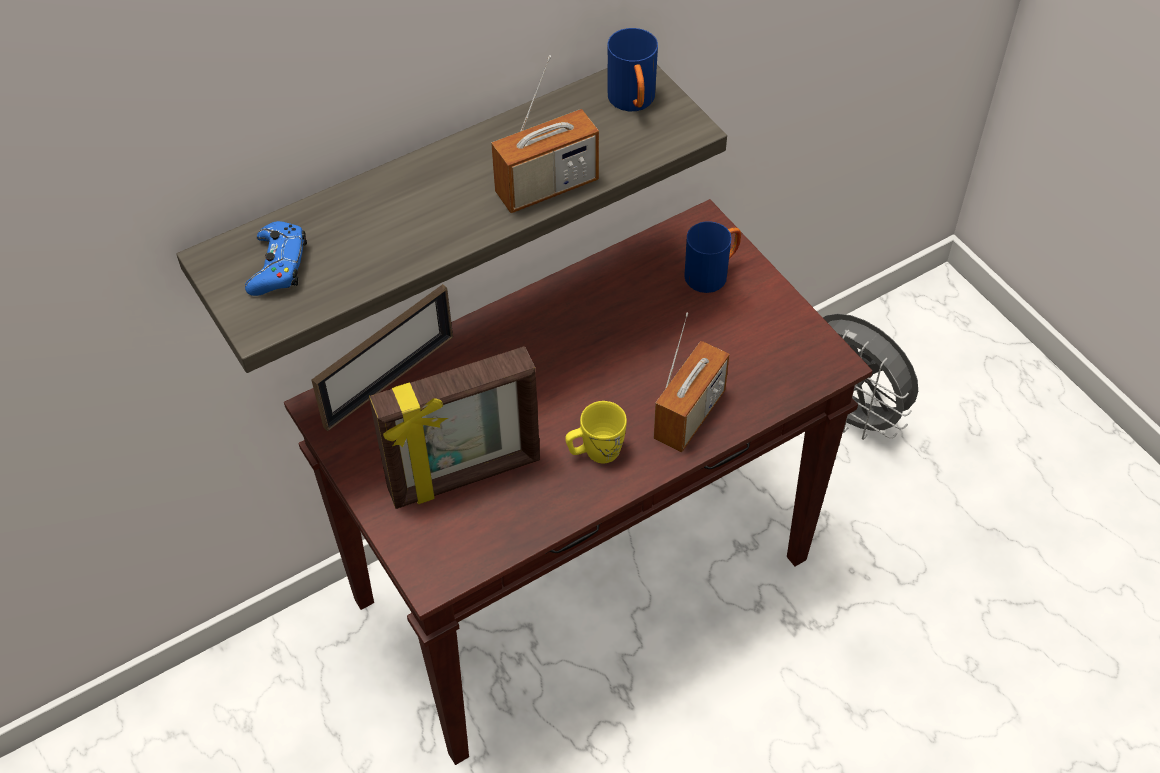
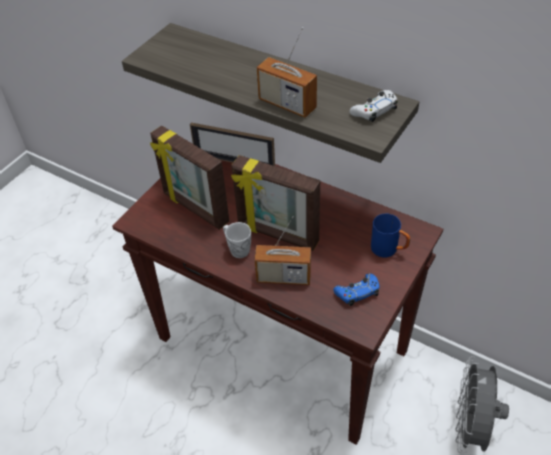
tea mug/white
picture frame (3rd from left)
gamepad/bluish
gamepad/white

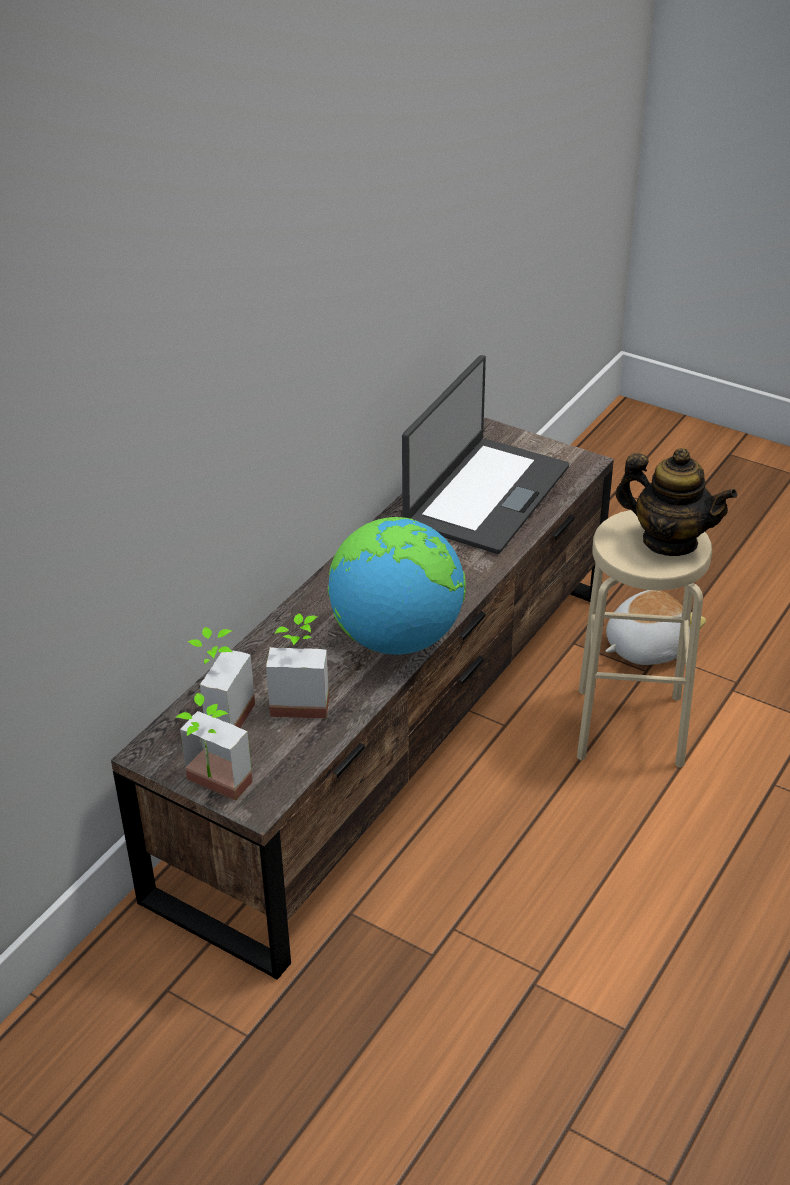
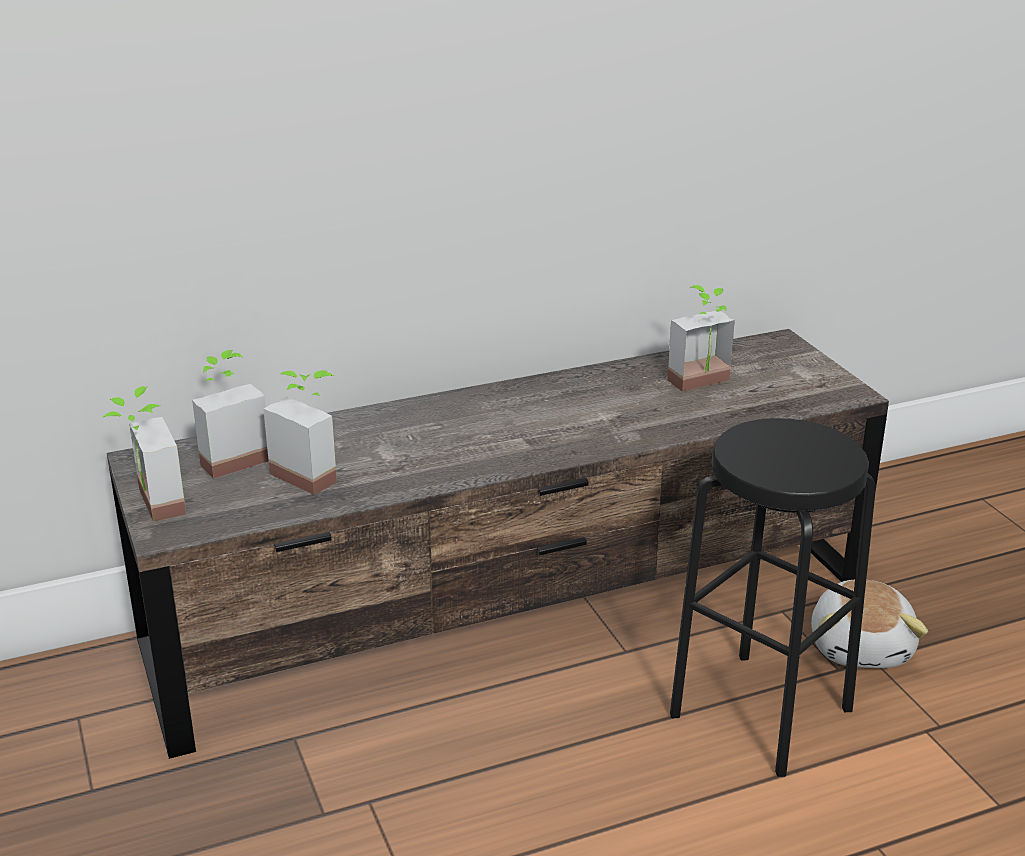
houseplant (4th from left)
stool seat/black-coloured
cuddly toy
globe
tea pot

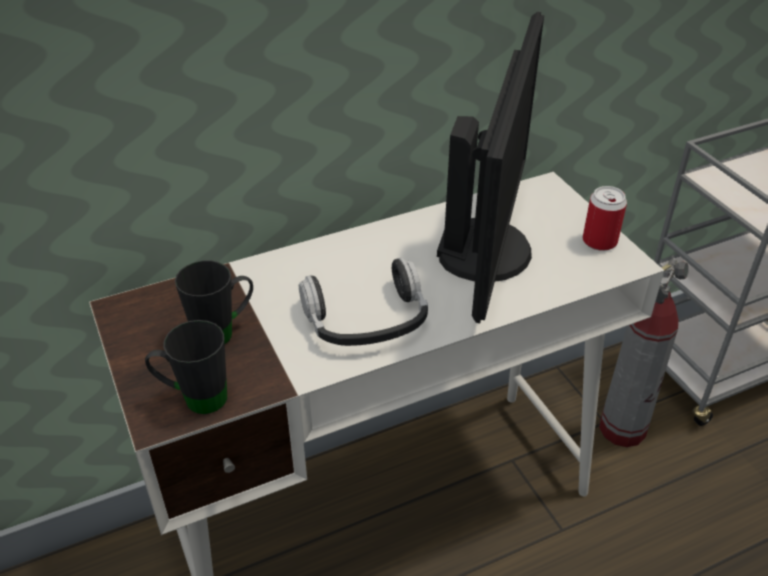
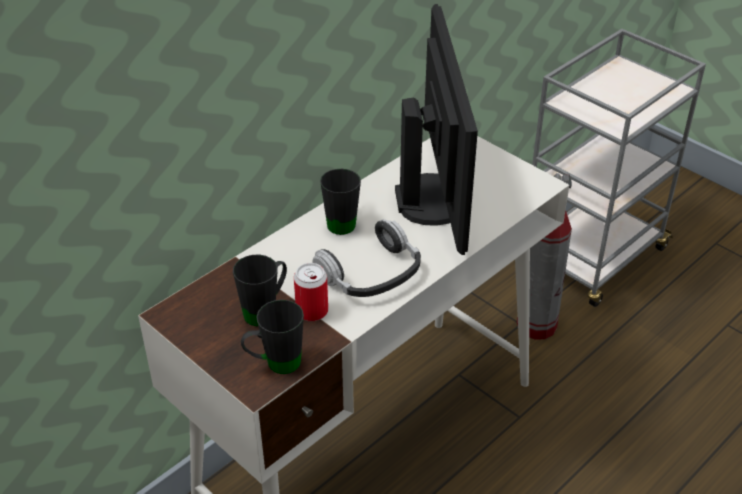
sealed can
tea mug/black-coloured (3rd from left)

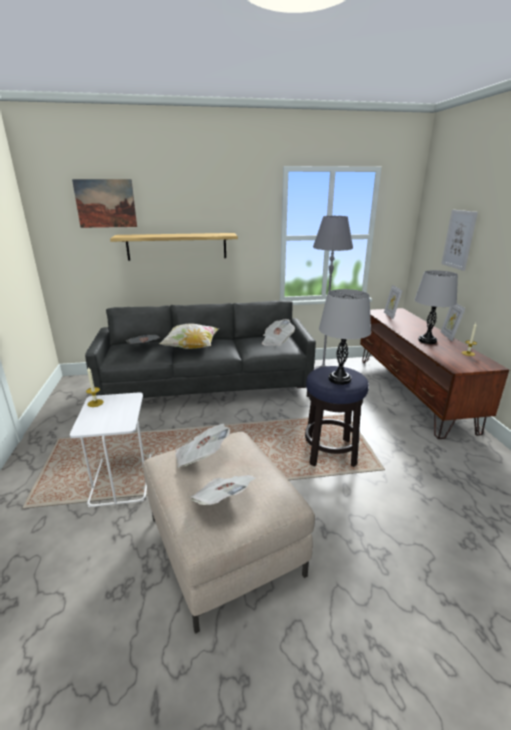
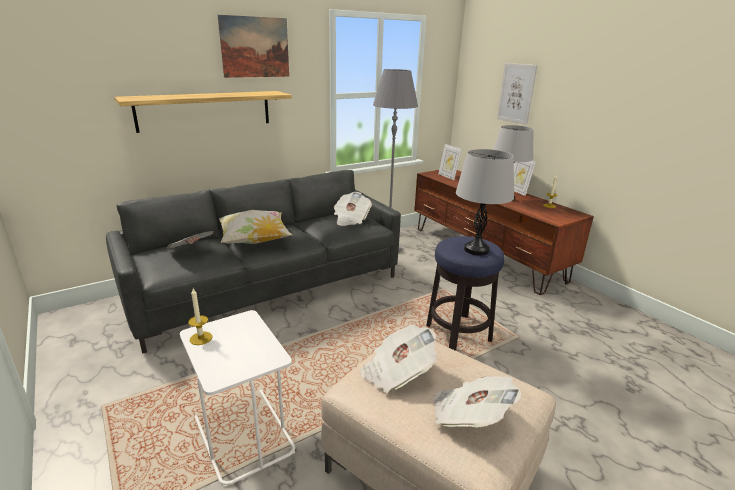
wall art (1st from left)

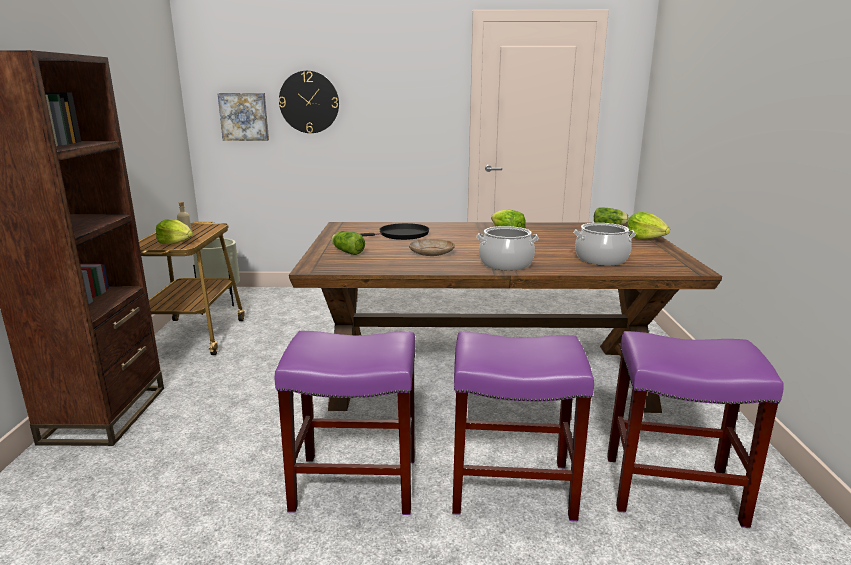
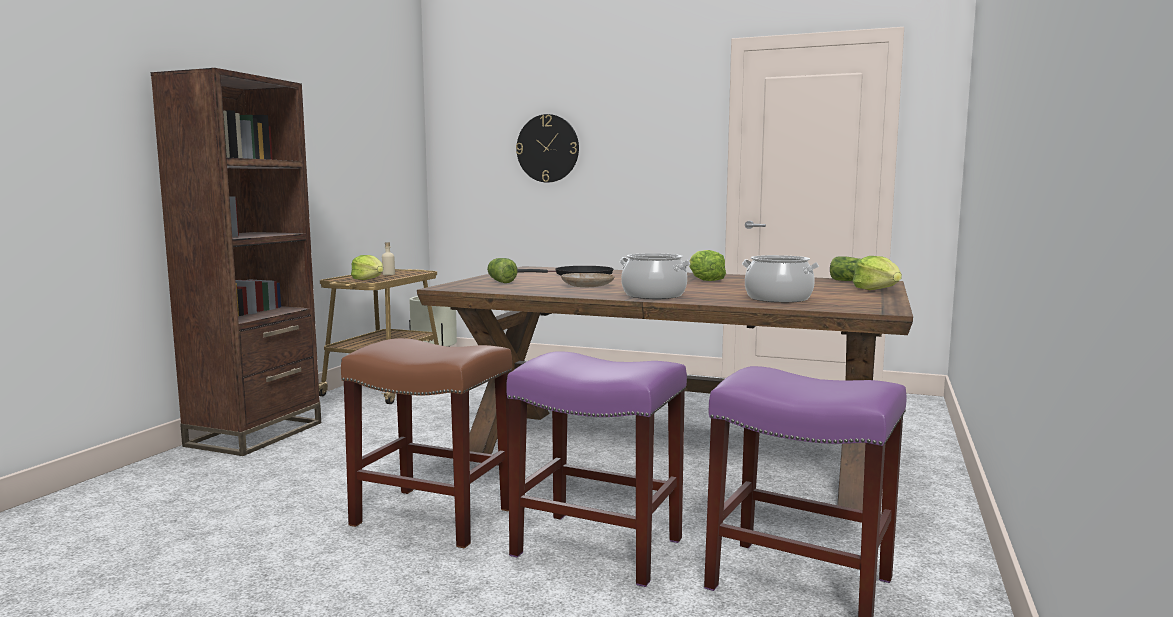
stool seat/brownish
wall art

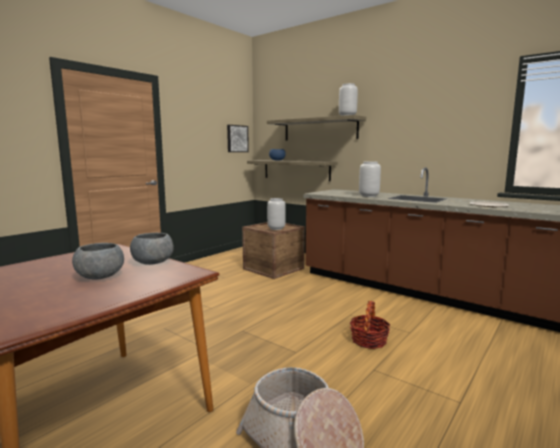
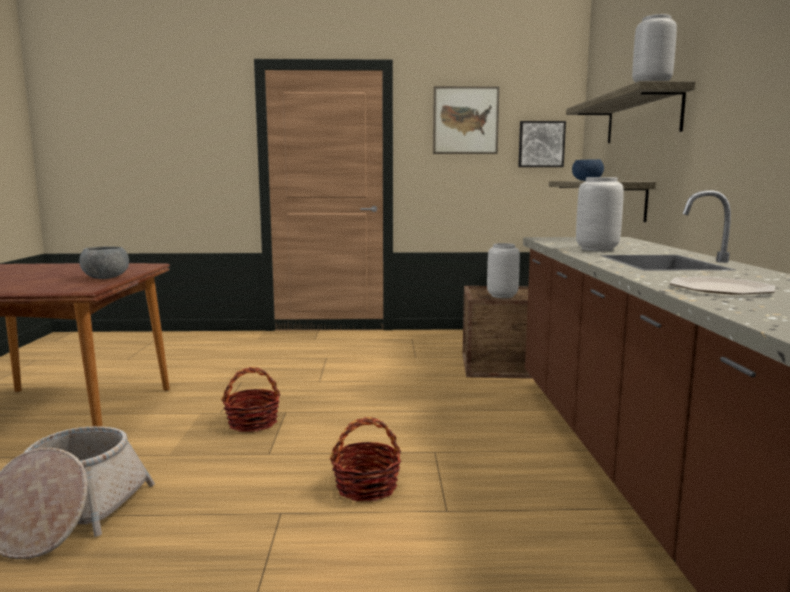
basket (2nd from left)
wall art (1st from left)
serving bowl/gray (1st from left in the first image)

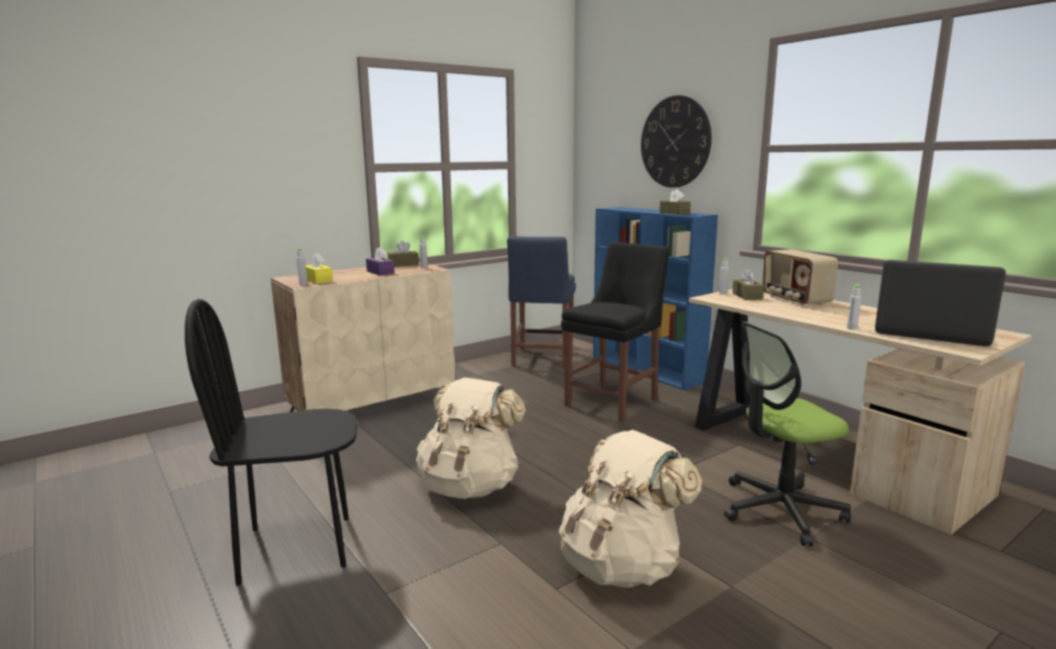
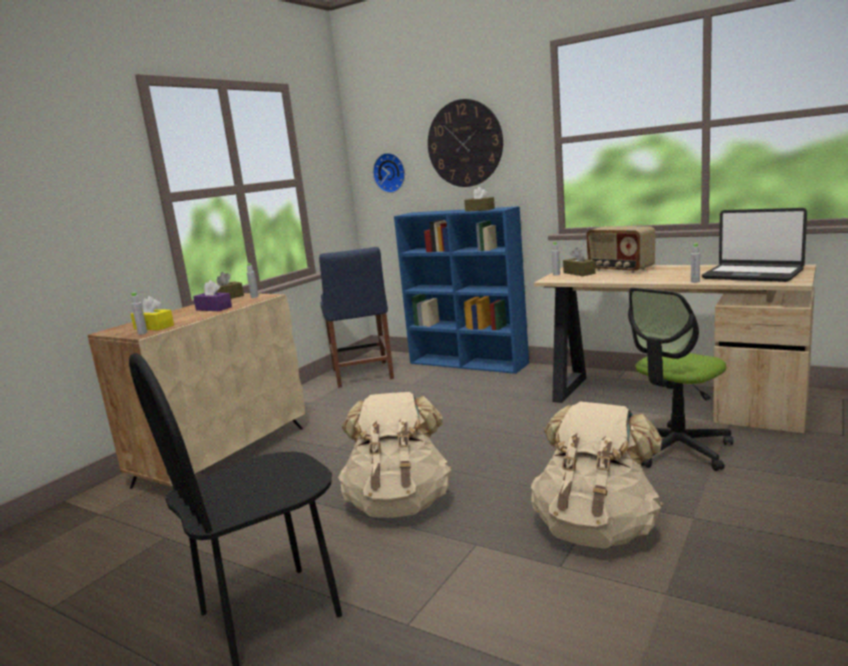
wall clock (1st from left)
notebook computer
chair/black-coloured (2nd from left in the first image)

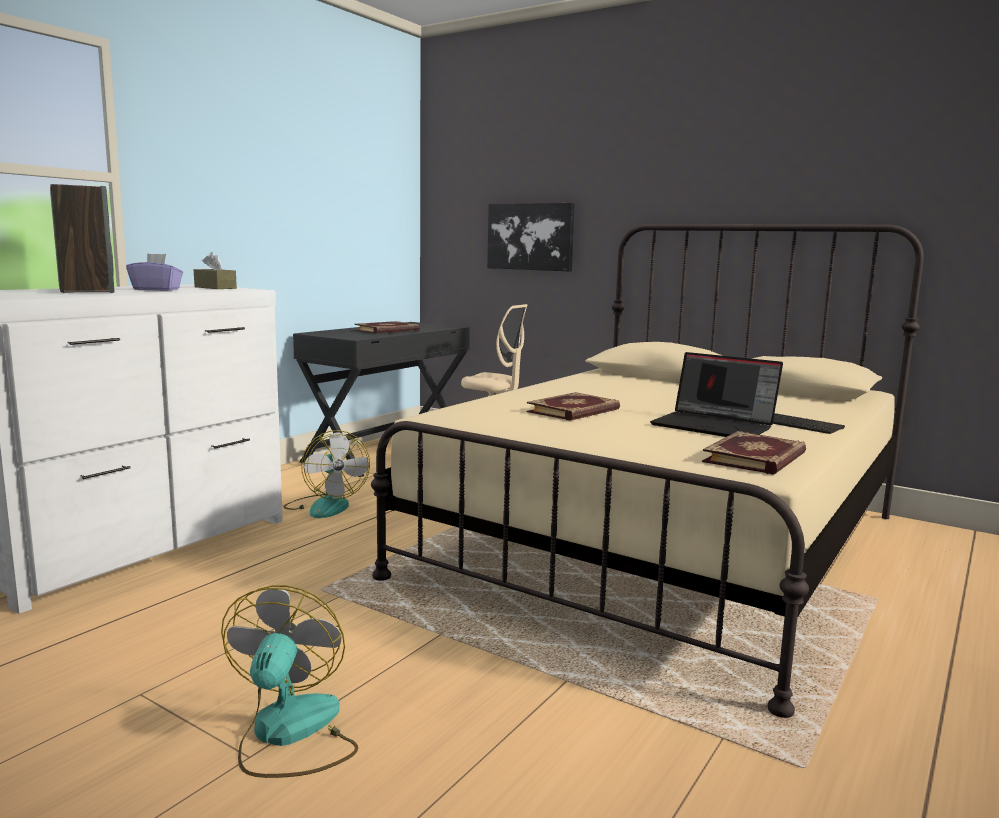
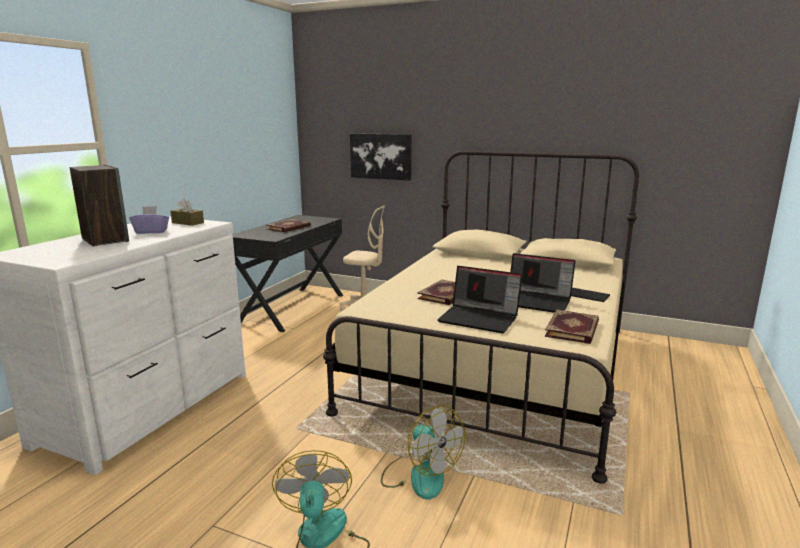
electric fan (2nd from left)
notebook computer (1st from left)

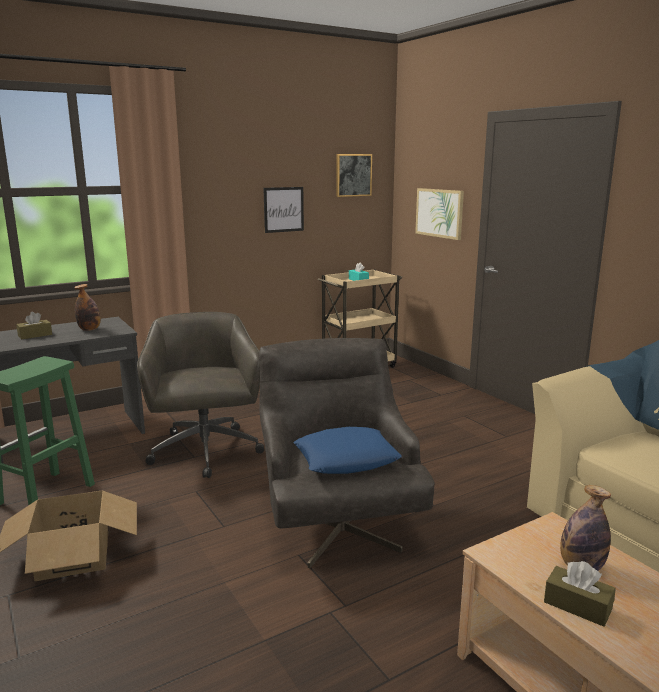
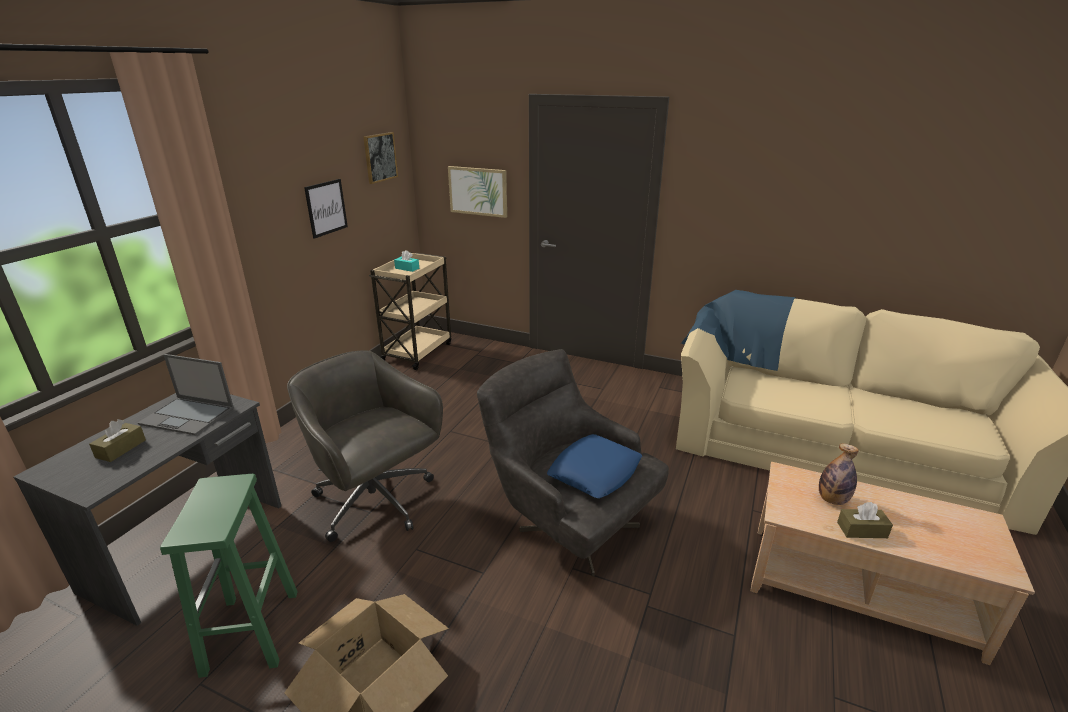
notebook computer

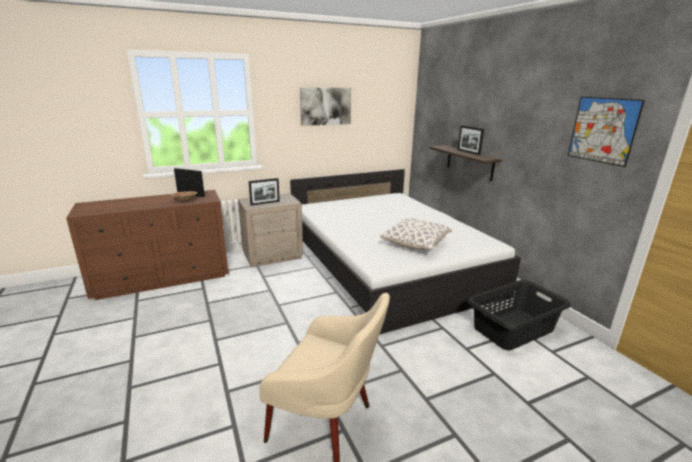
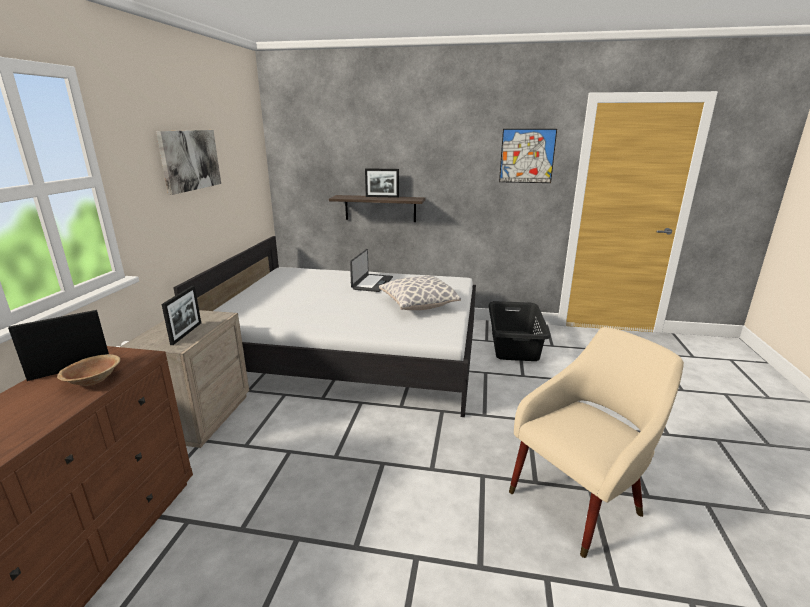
notebook computer

